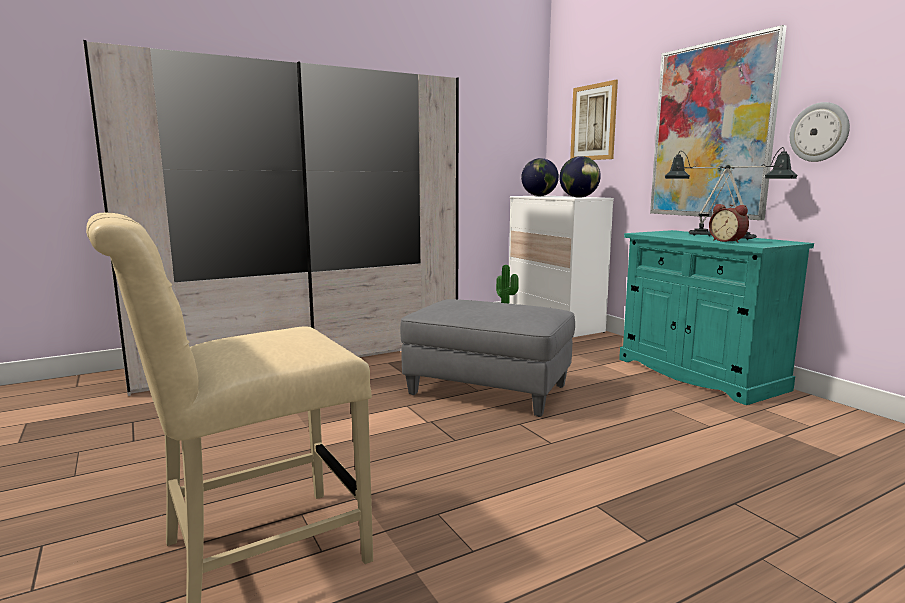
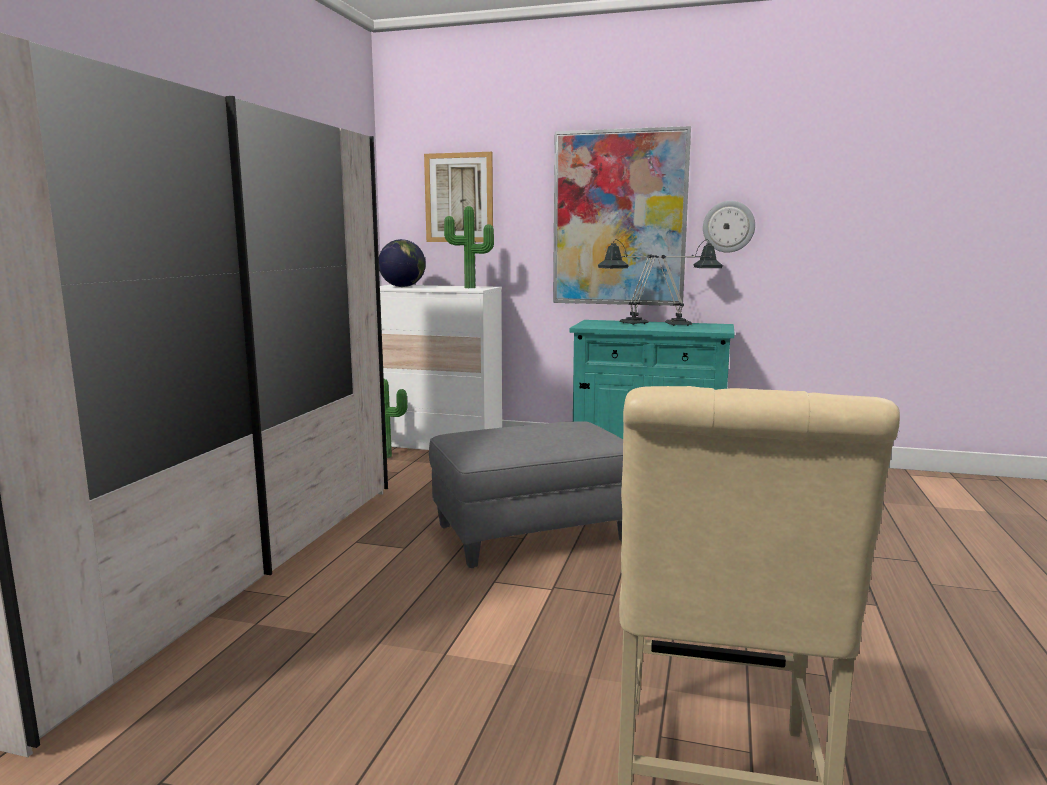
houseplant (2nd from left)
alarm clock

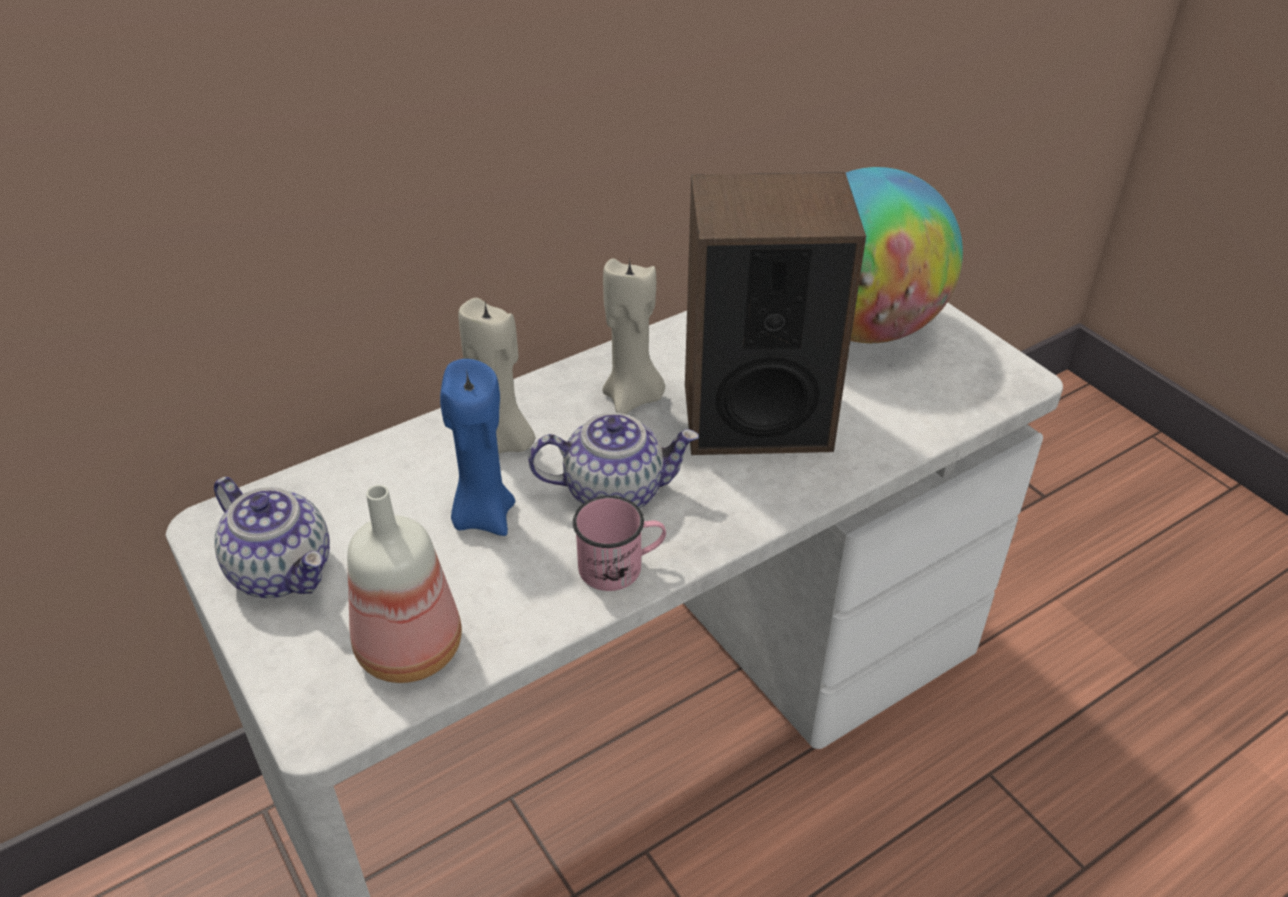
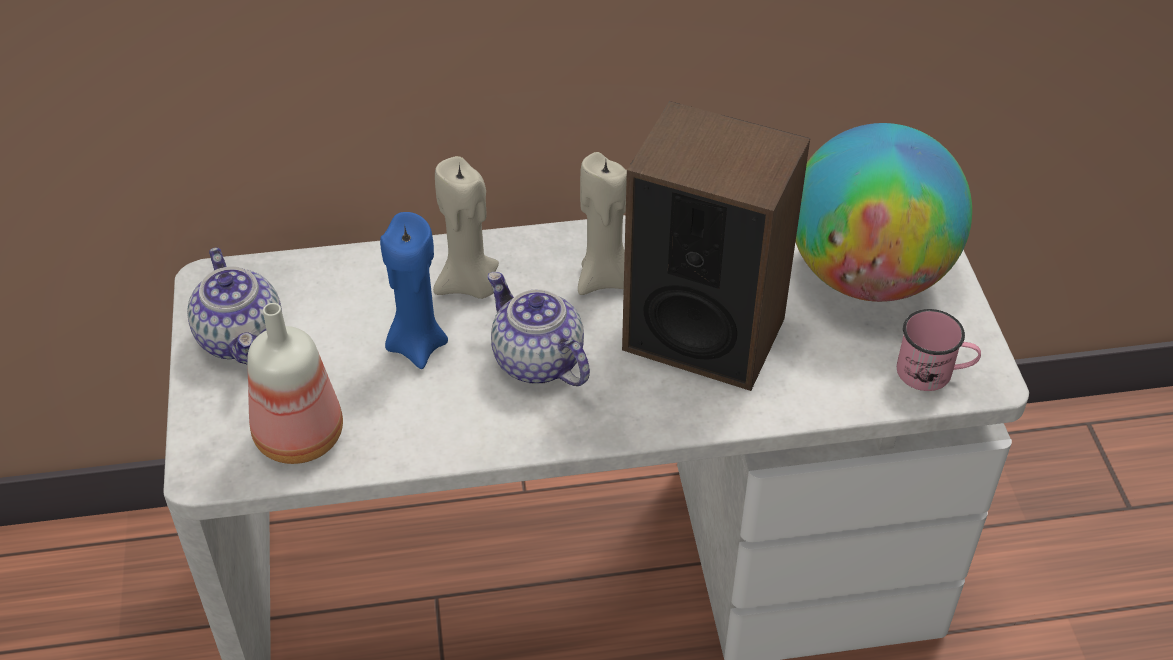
tea pot (2nd from left)
tea mug/pink-coloured

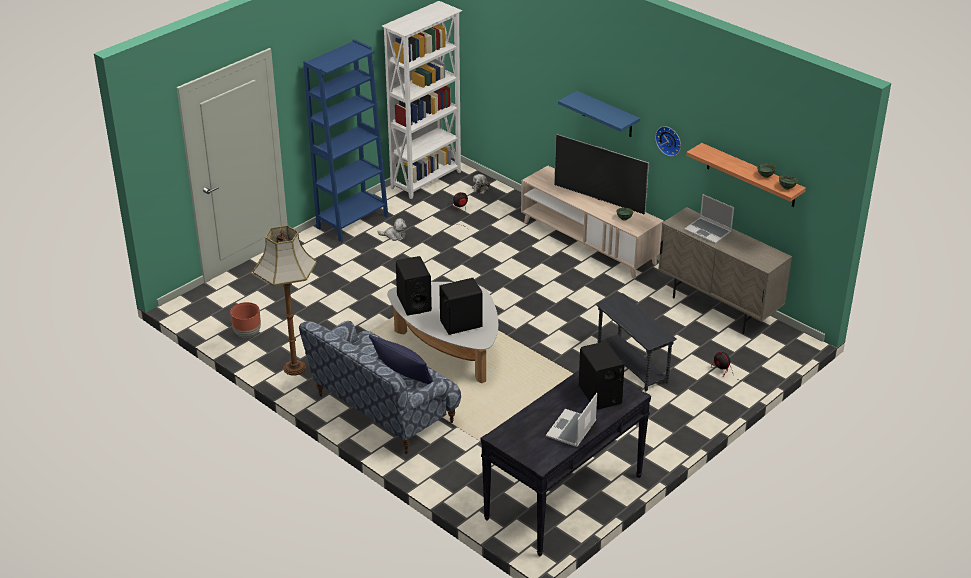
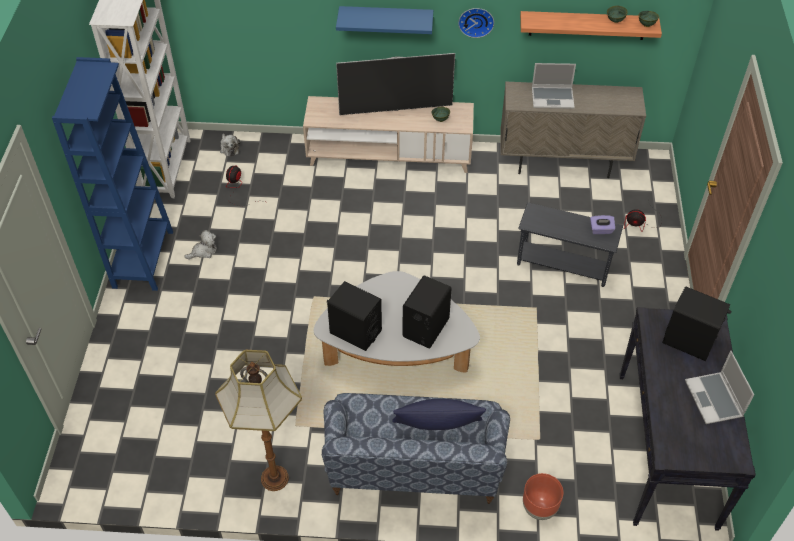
plant pot/brownish
tissue holder/purple-coloured

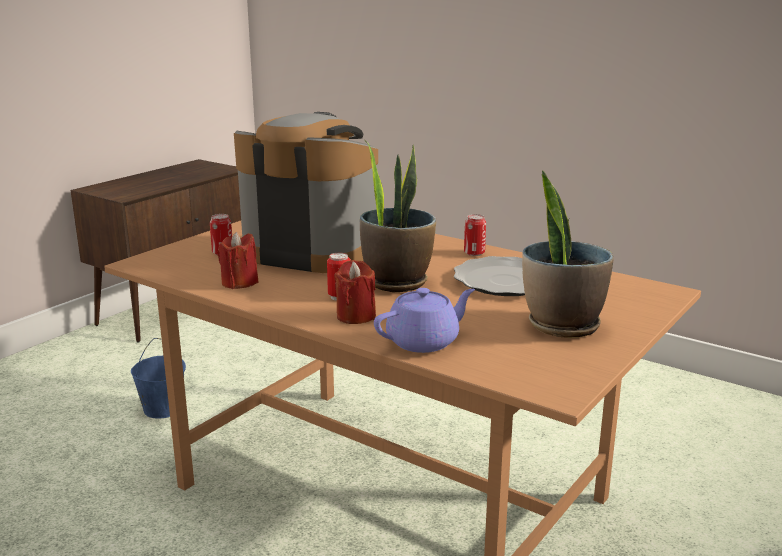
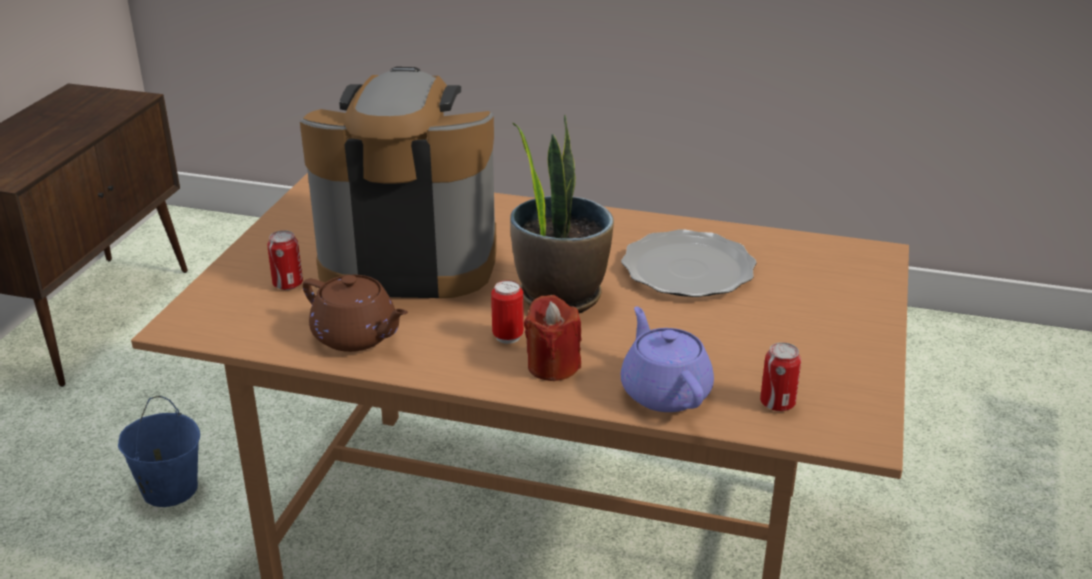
tea pot/brownish
tea pot/purple-coloured
sealed can (3rd from left)
houseplant (2nd from left in the first image)

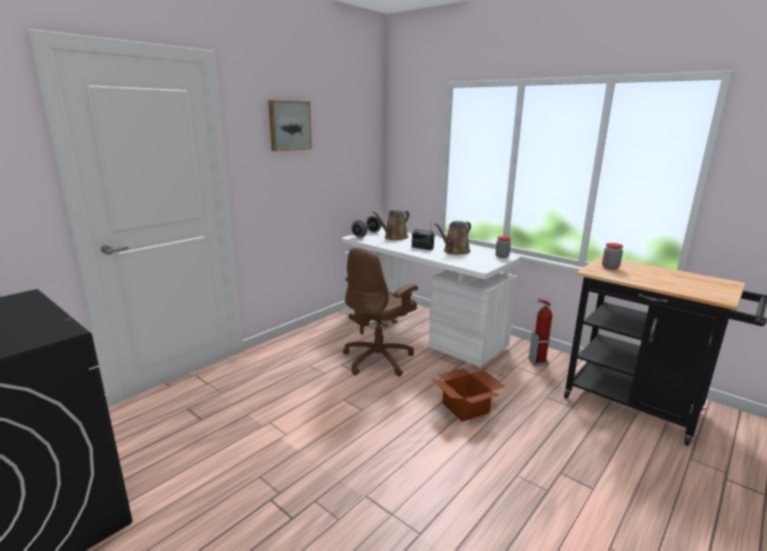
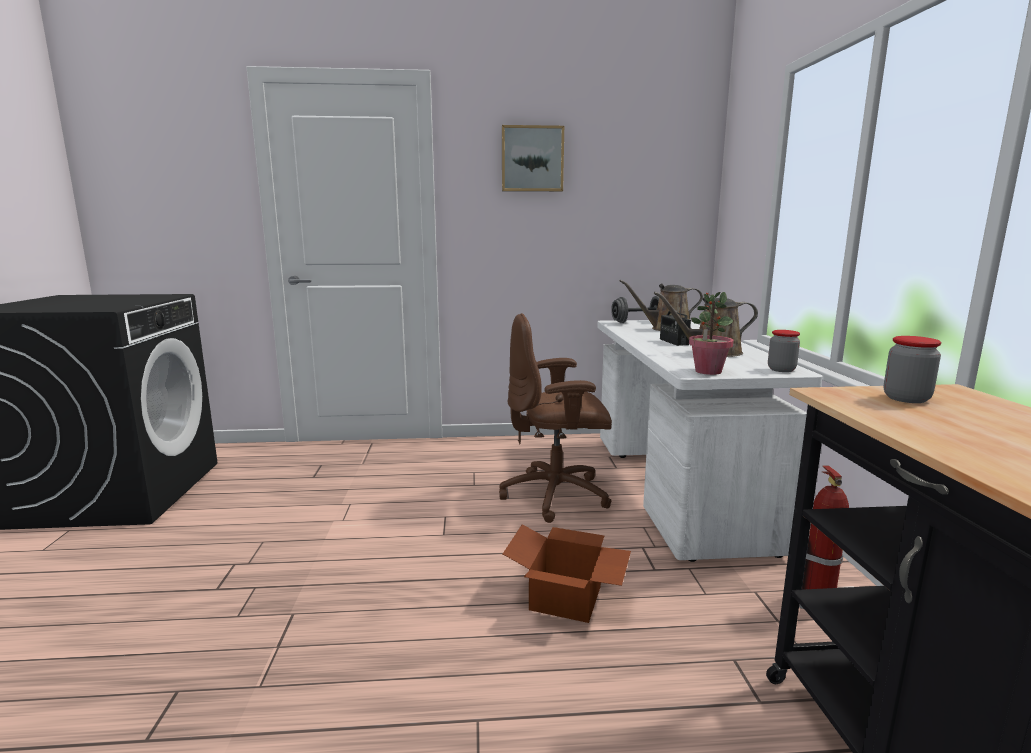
houseplant

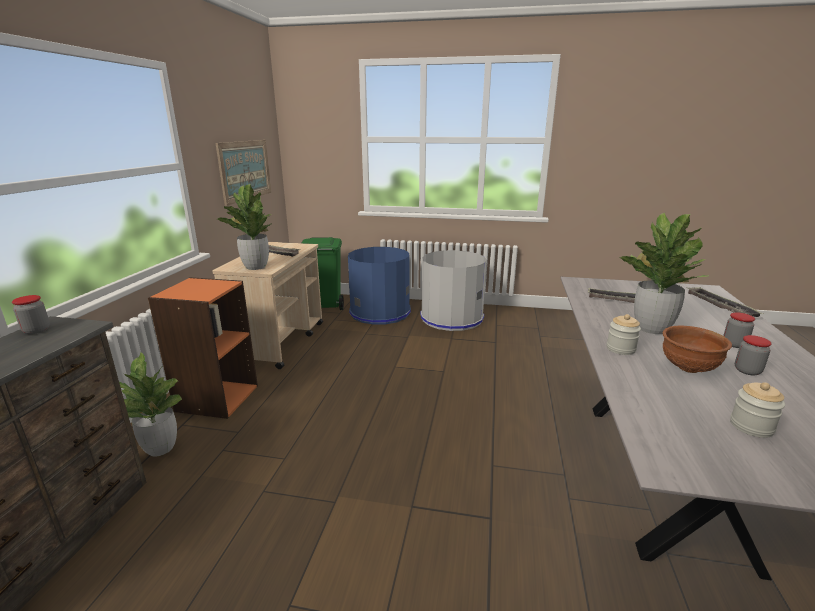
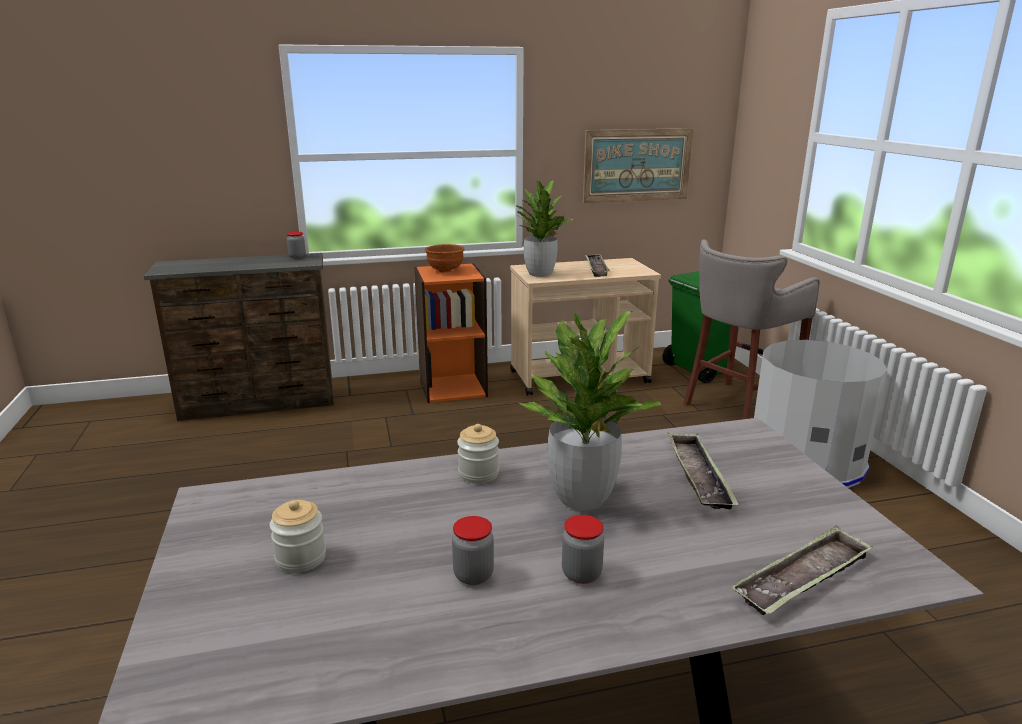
serving bowl/brownish
stool seat/gray
houseplant (1st from left in the first image)

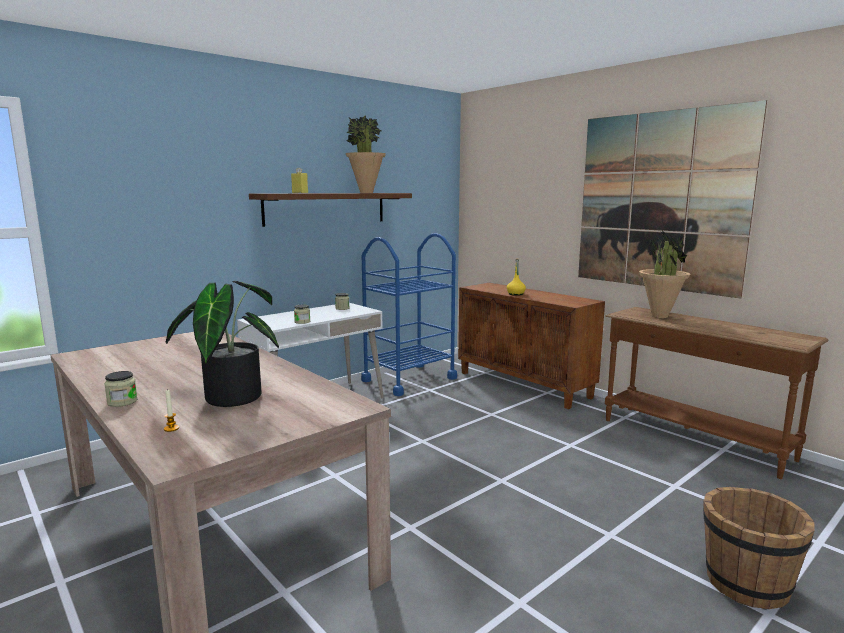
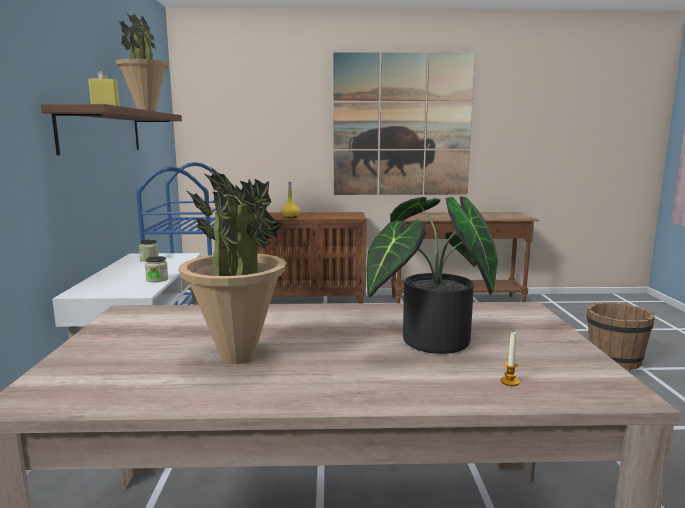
houseplant (2nd from left)
storage jar (1st from left in the first image)

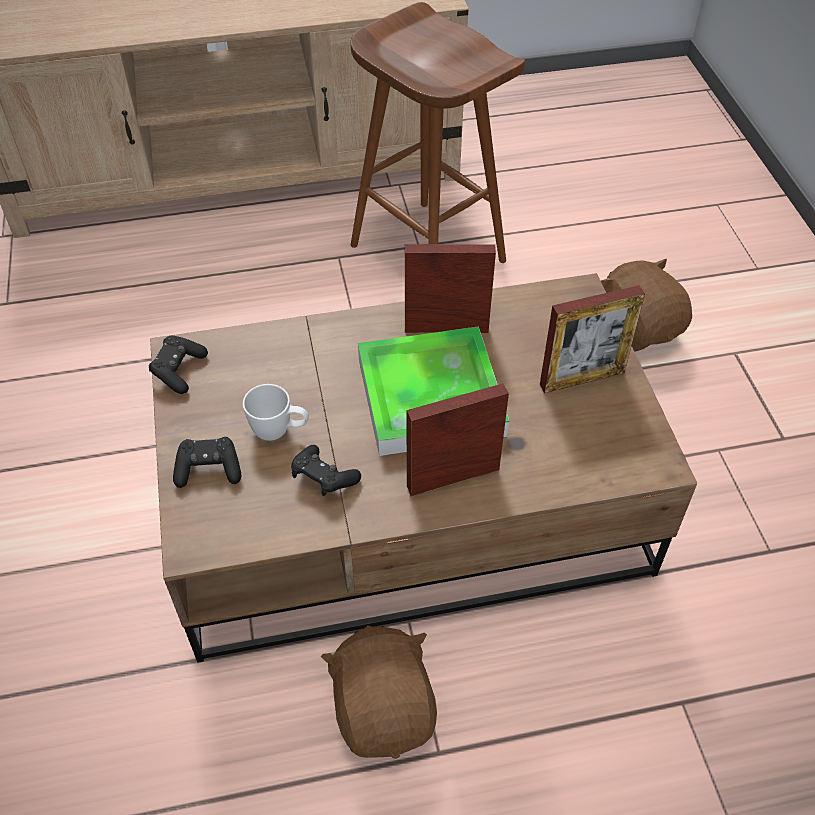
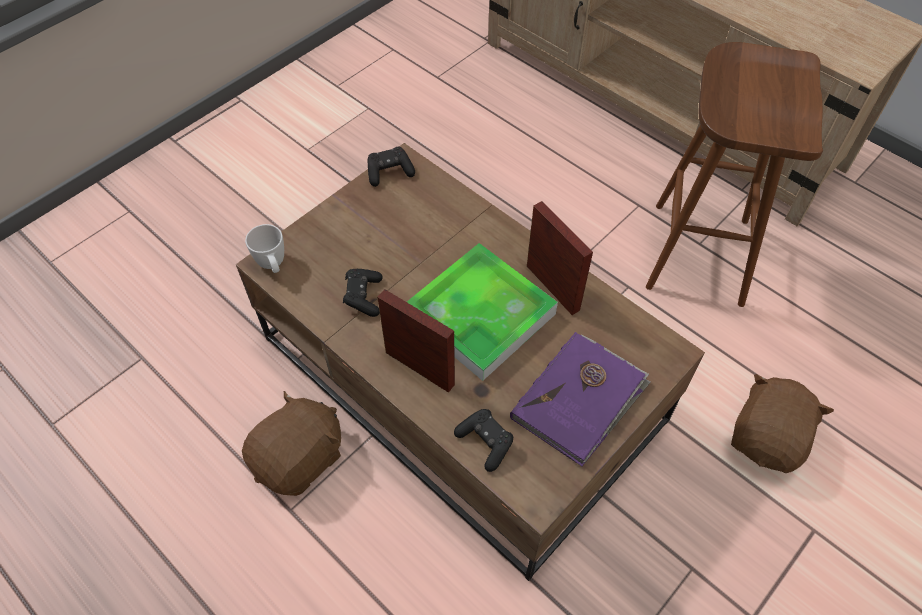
tea mug/white
gamepad/black-coloured (3rd from left)
book/purple-coloured

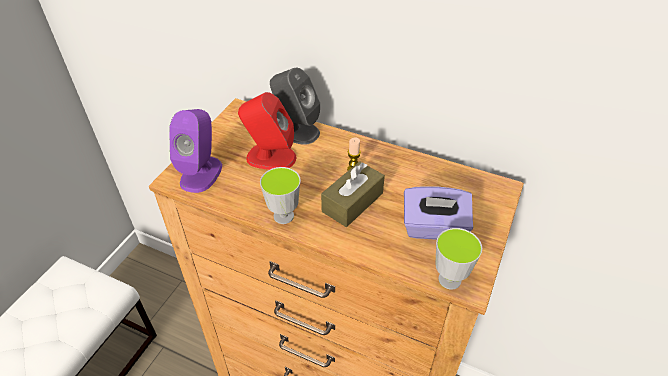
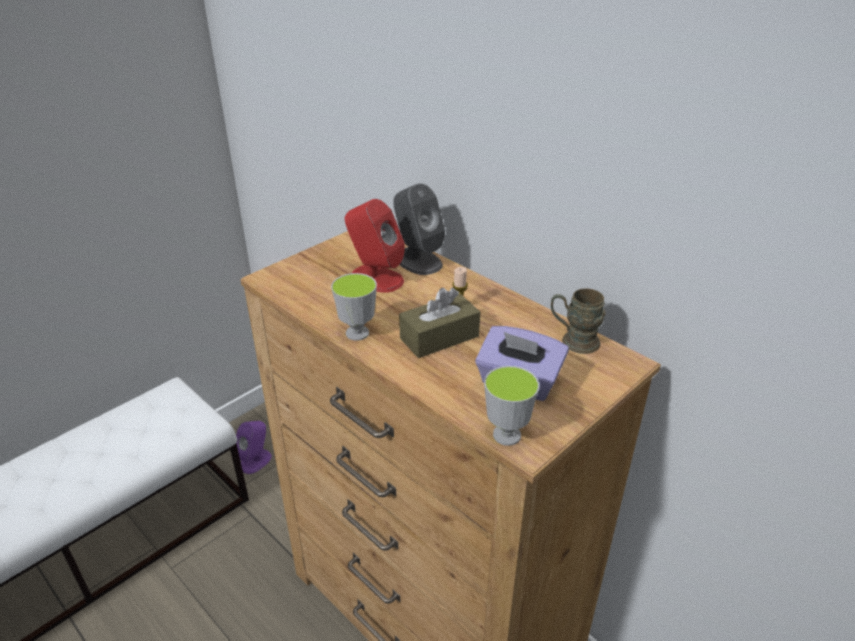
loudspeaker/purple-coloured
tea mug/brownish

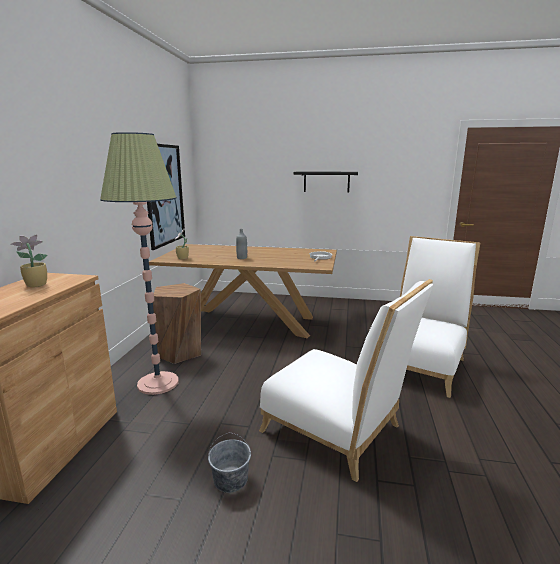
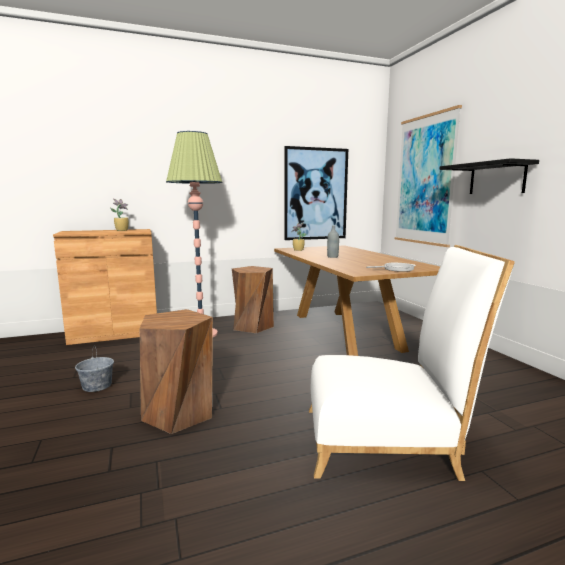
stool seat/brownish (1st from left)
wall art (2nd from left)

